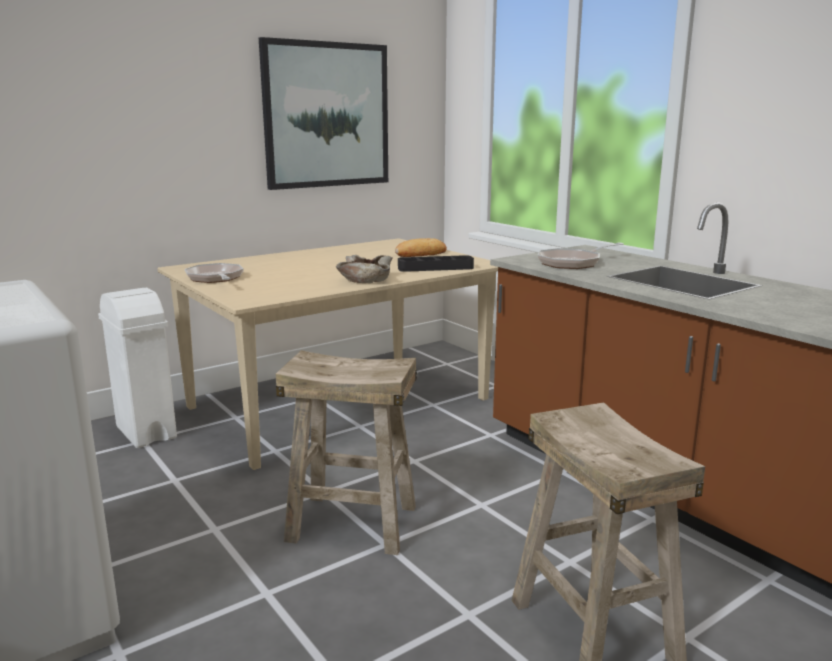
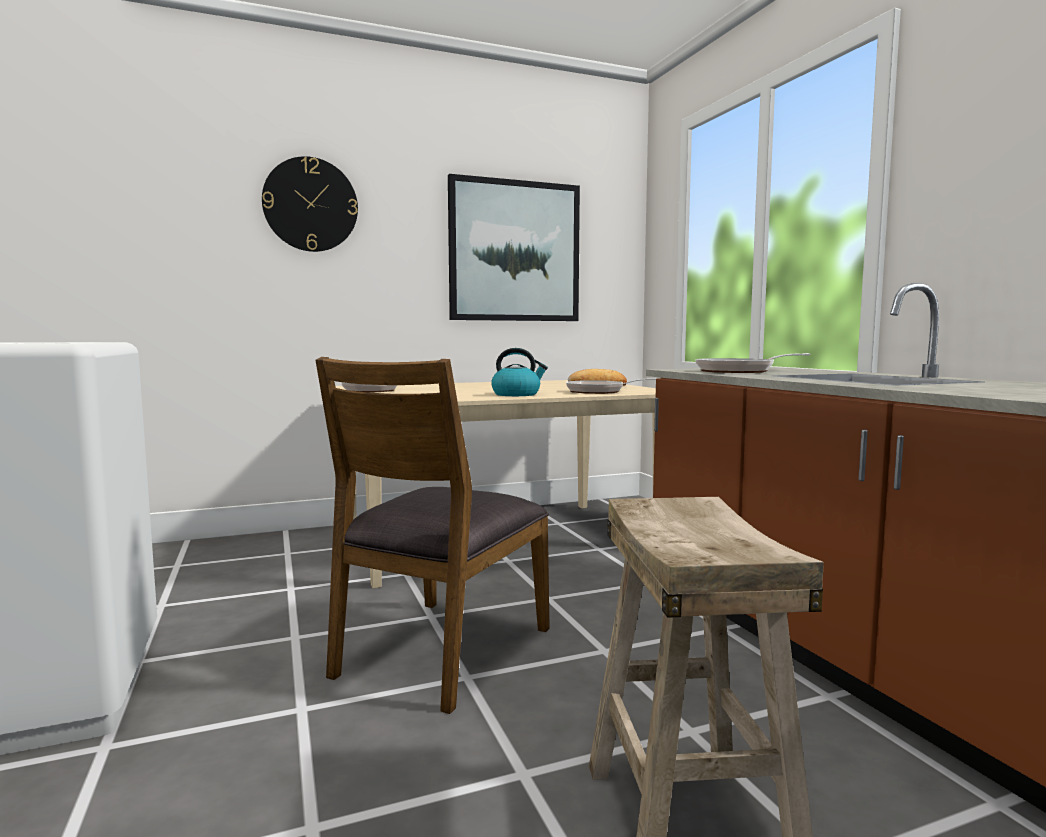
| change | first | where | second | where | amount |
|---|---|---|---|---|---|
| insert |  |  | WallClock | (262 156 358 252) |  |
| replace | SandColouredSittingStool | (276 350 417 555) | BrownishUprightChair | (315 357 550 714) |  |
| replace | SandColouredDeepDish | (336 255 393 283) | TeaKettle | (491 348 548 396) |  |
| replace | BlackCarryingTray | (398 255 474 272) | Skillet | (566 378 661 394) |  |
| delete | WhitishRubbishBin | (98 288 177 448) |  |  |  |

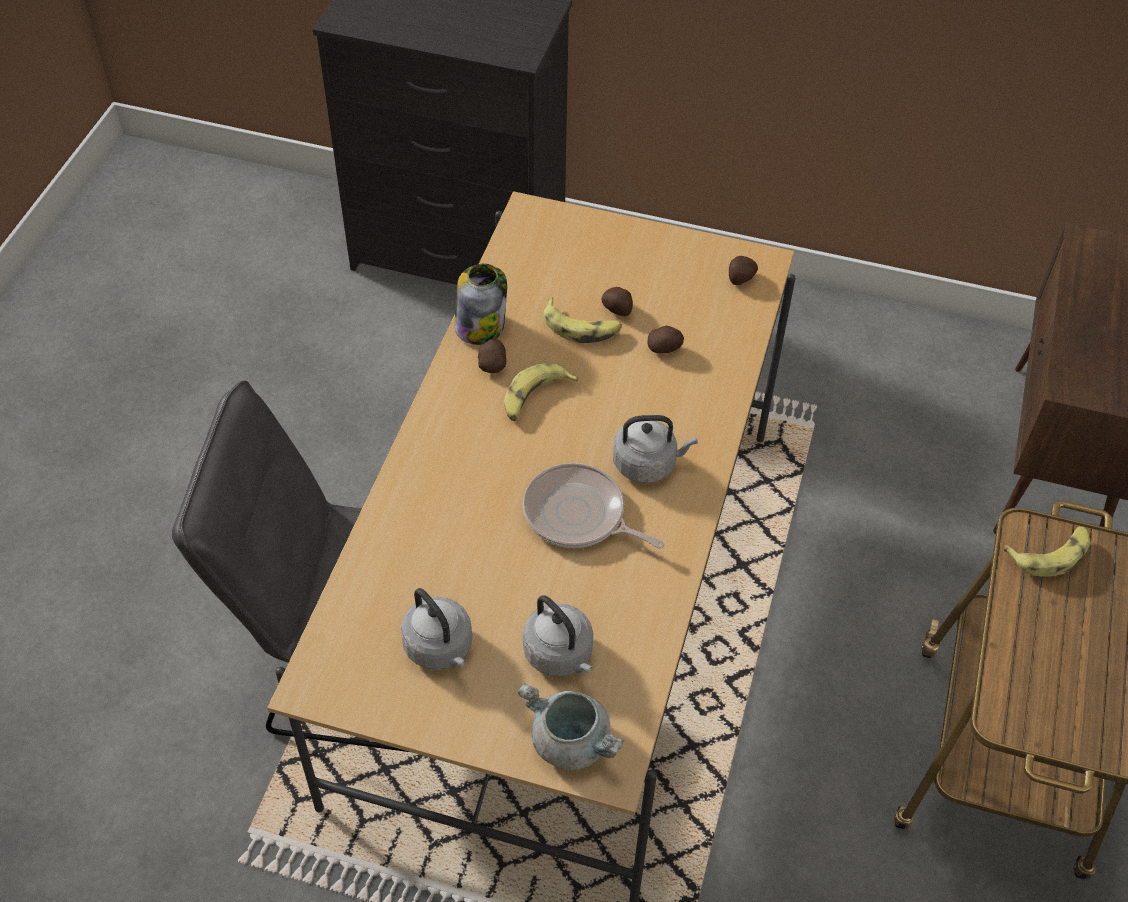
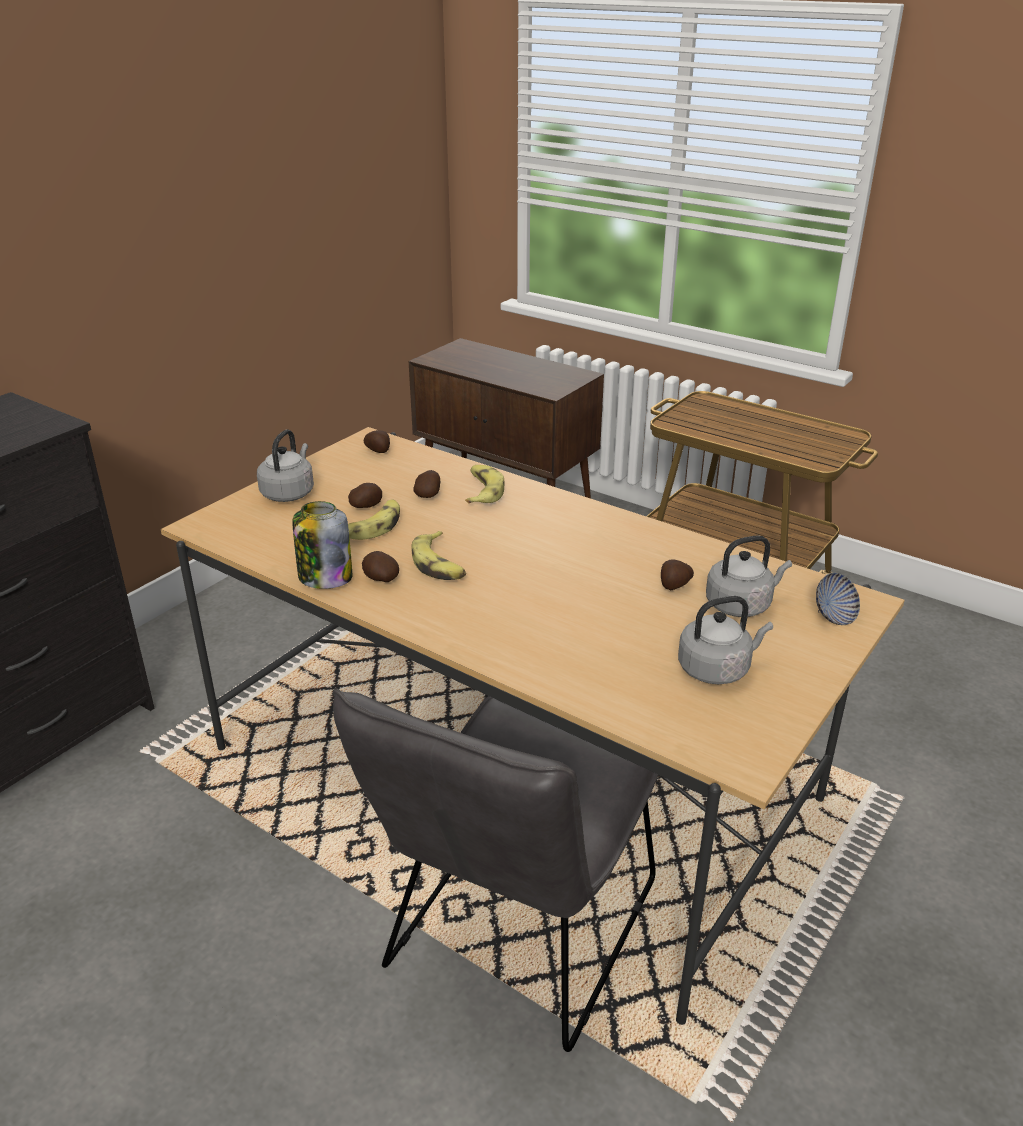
| change | first | where | second | where | amount |
|---|---|---|---|---|---|
| move | GrayTeaKettle | (613 415 698 483) |  | (257 429 314 502) |  |
| move | Banana | (1004 526 1090 577) |  | (465 465 504 504) |  |
| insert |  |  | Spud | (661 559 694 590) |  |
| replace | GrayCookingPot | (518 683 624 770) | DeepDish | (816 573 860 625) |  |
| delete | Skillet | (523 463 665 549) |  |  |  |

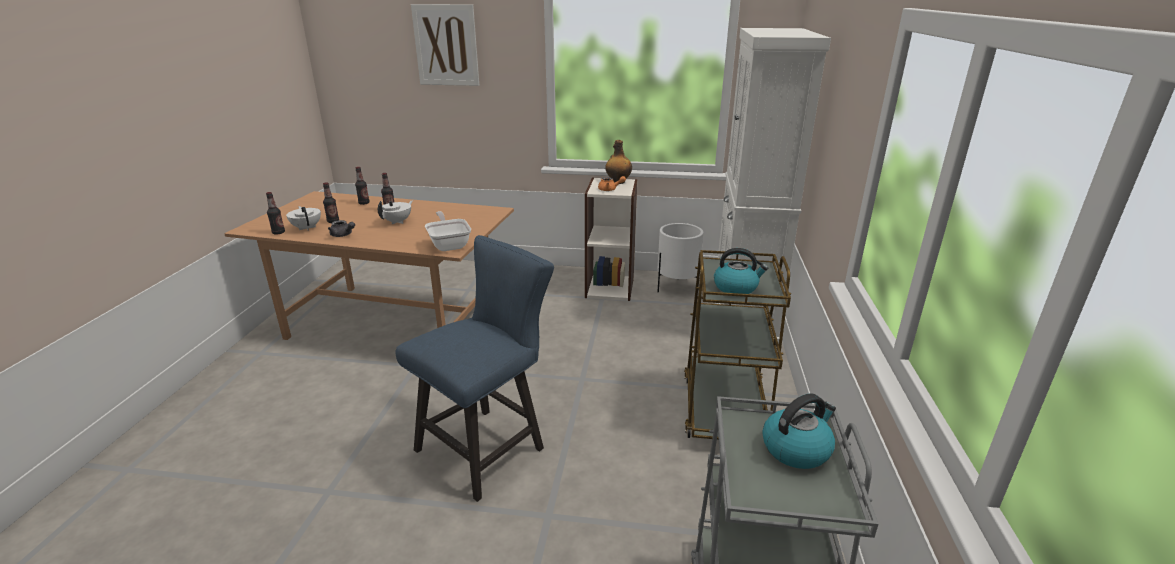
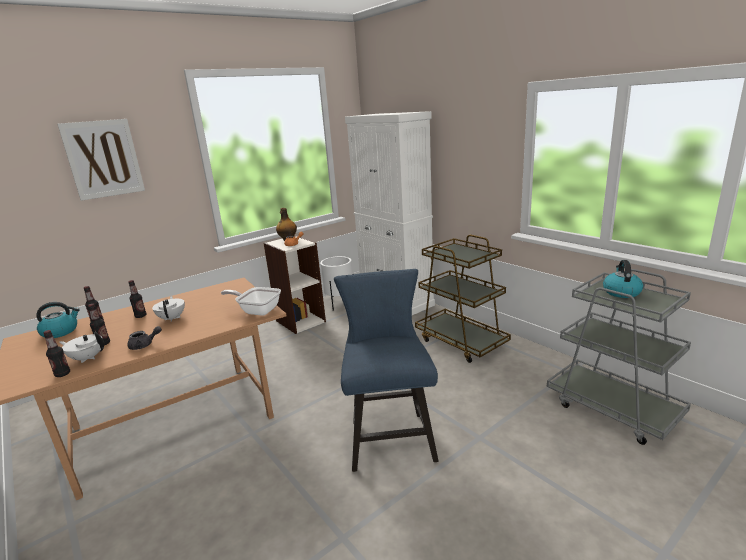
| change | first | where | second | where | amount |
|---|---|---|---|---|---|
| move | TeaKettle | (714 248 768 294) |  | (36 302 80 338) |  |

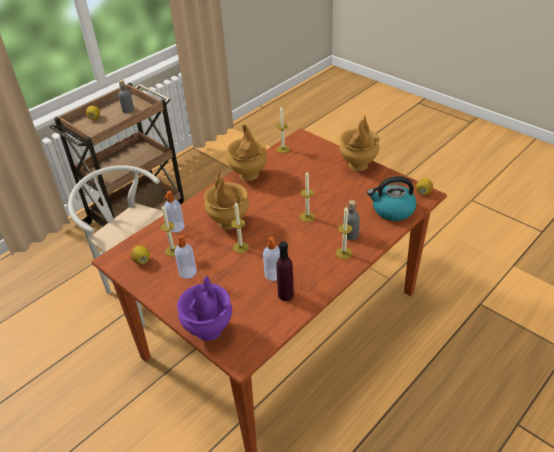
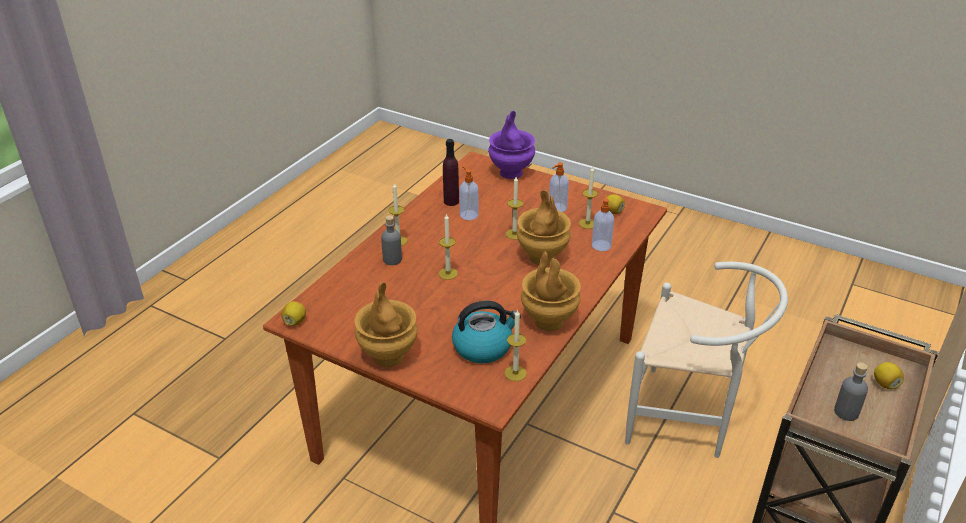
| change | first | where | second | where | amount |
|---|---|---|---|---|---|
| move | TeaKettle | (367 176 416 221) |  | (452 301 521 363) |  |

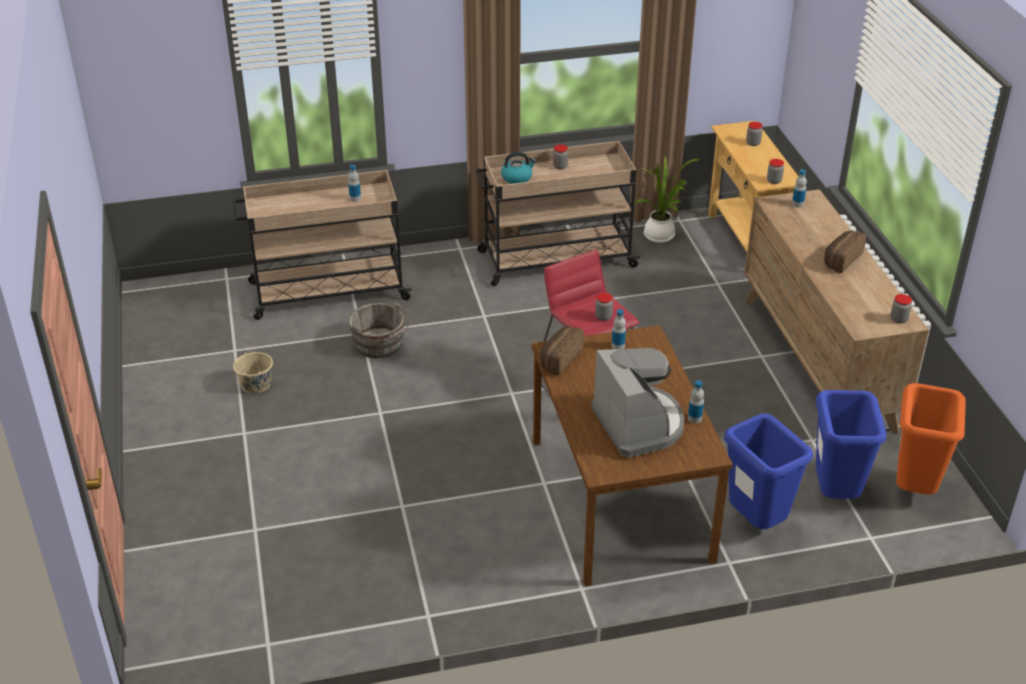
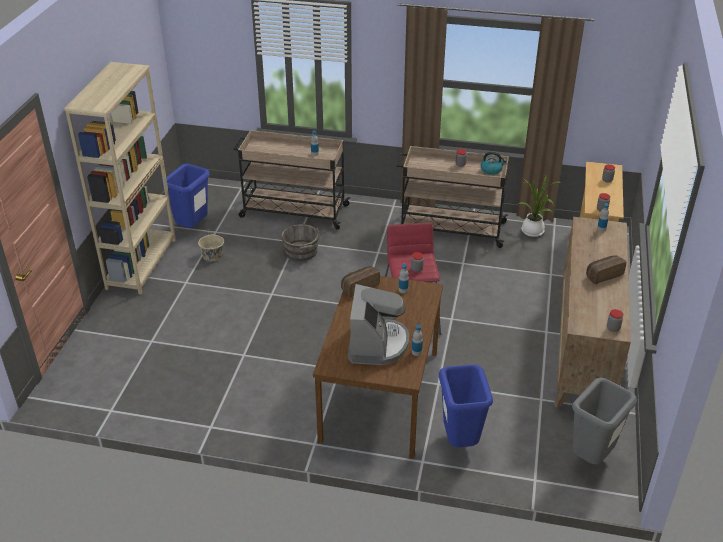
| change | first | where | second | where | amount |
|---|---|---|---|---|---|
| insert |  |  | SandColouredShelvingUnit | (64 62 176 295) |  |
| move | BlueColouredRubbishBin | (816 390 886 499) |  | (162 164 210 228) |  |
| move | TeaKettle | (501 152 536 184) |  | (481 152 507 175) |  |
| recolor | OrangeyRubbishBin | (896 383 966 495) | GrayRubbishBin | (572 378 637 465) |  |

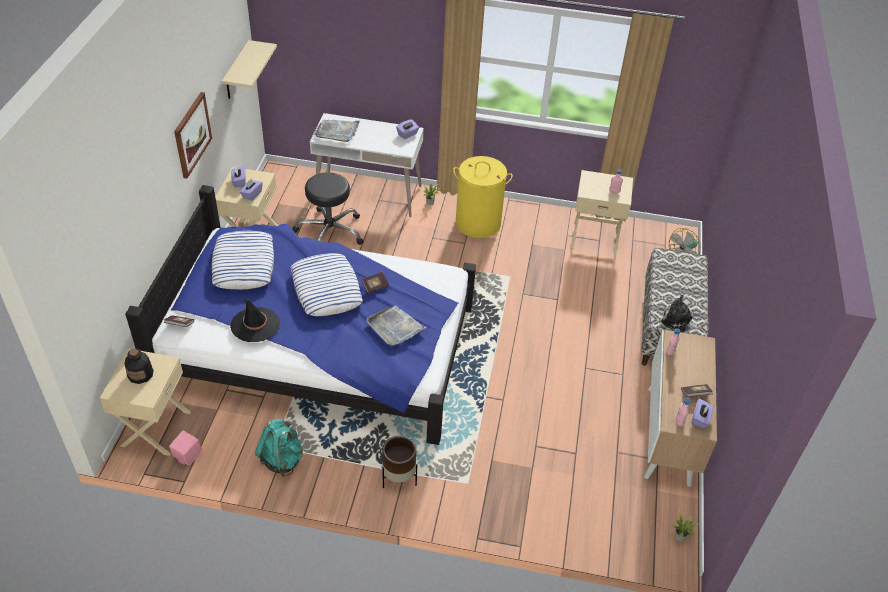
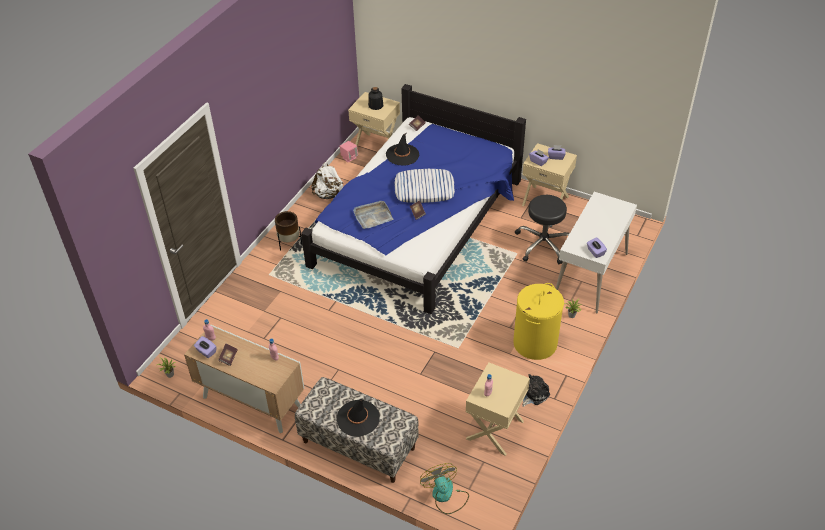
| change | first | where | second | where | amount |
|---|---|---|---|---|---|
| recolor | TurquoiseColouredBackpack | (255 419 303 477) | WhitishBackpack | (311 162 343 199) |  |
| insert |  |  | BlackHat | (337 399 380 437) |  |
| move | CuddlyToy | (661 294 701 332) |  | (522 374 550 407) |  |
| delete | Picture | (174 92 212 179) |  |  |  |
| delete | Cushion | (212 231 274 289) |  |  |  |
| delete | SandColouredWallShelf | (222 40 277 99) |  |  |  |
| delete | GrayCarryingTray | (314 120 360 142) |  |  |  |

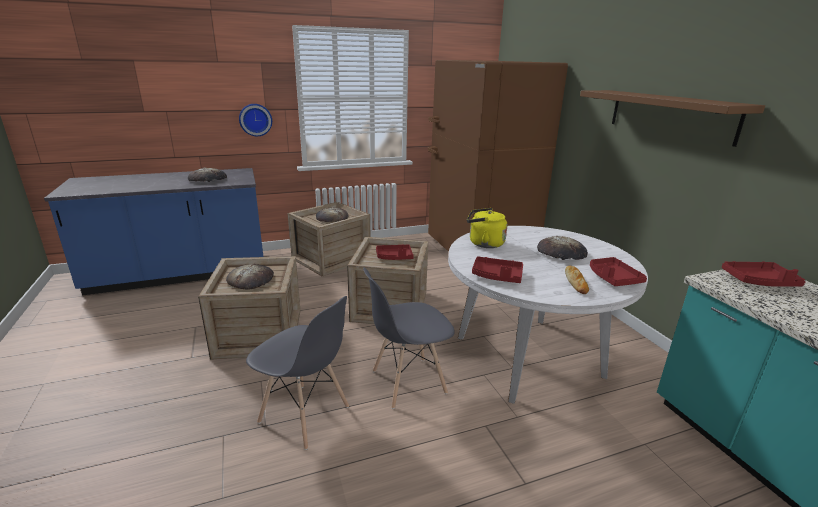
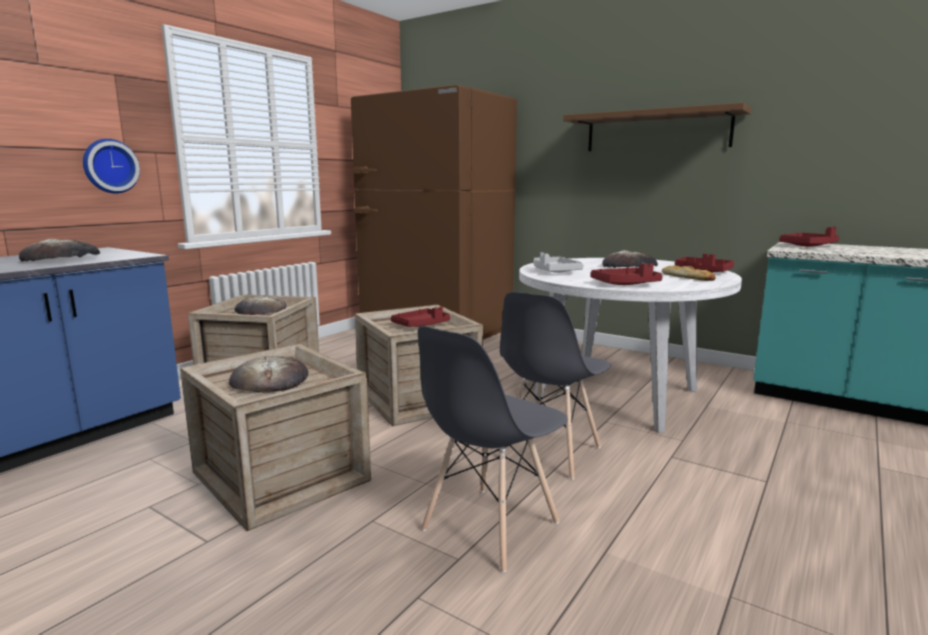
| change | first | where | second | where | amount |
|---|---|---|---|---|---|
| rotate | GrayUprightChair | (246 296 349 450) |  | (418 326 568 573) | 135 degrees clockwise |
| replace | YellowColouredTeaKettle | (467 208 507 248) | GrayCarryingTray | (534 252 583 273) |  |

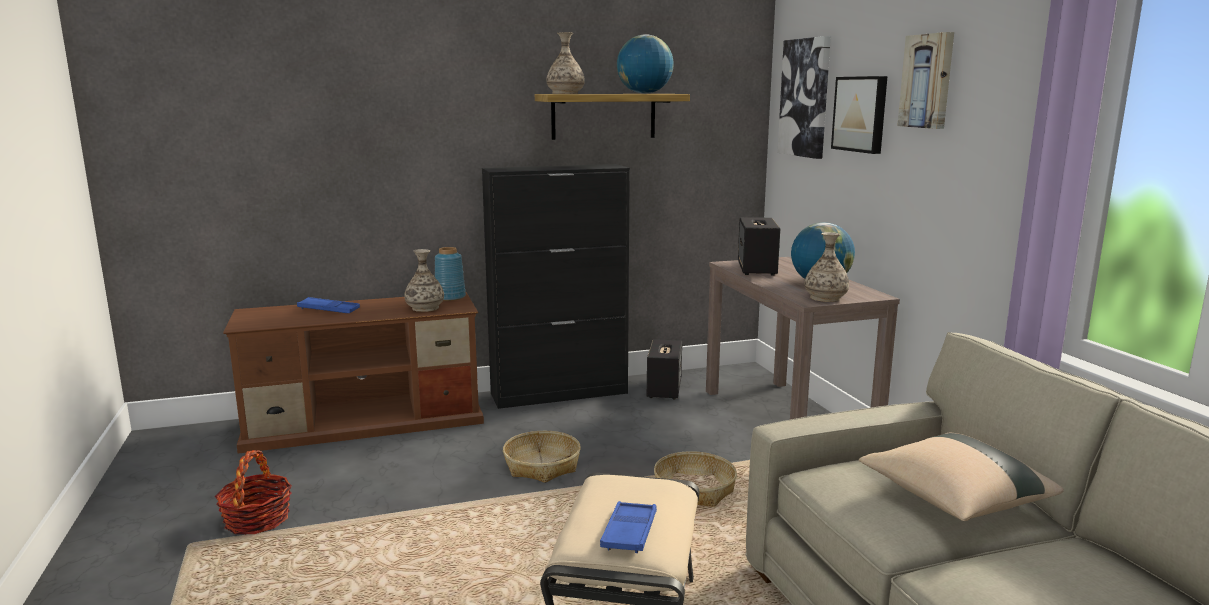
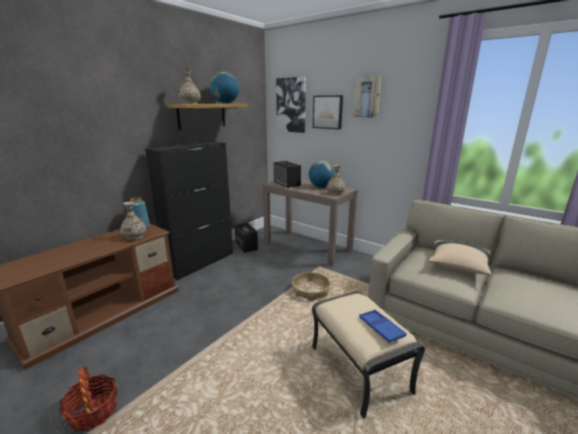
| change | first | where | second | where | amount |
|---|---|---|---|---|---|
| delete | BlueColouredCarryingTray | (297 297 360 313) |  |  |  |
| delete | HouseholdBasket | (503 431 581 483) |  |  |  |

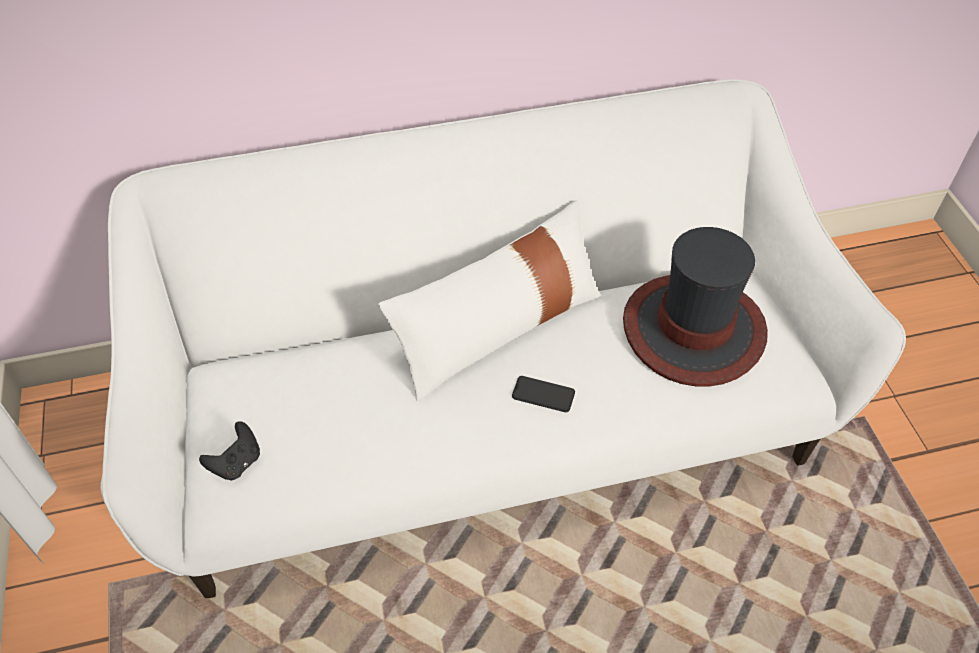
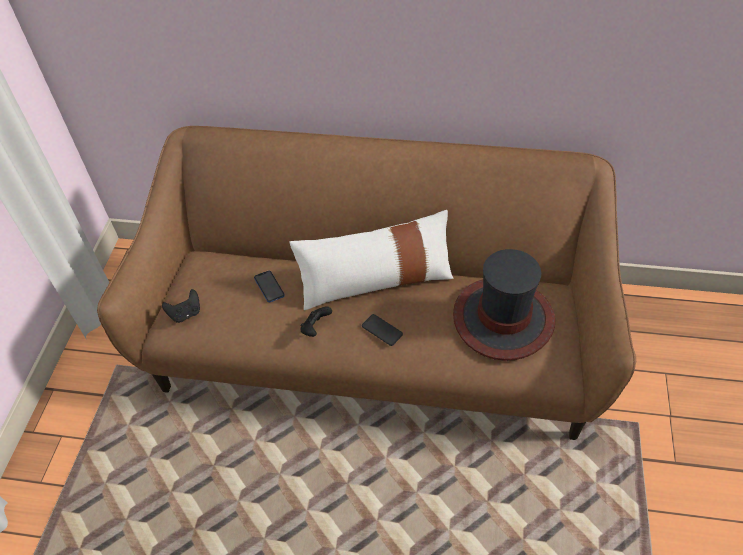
| change | first | where | second | where | amount |
|---|---|---|---|---|---|
| recolor | WhitishSettee | (101 79 906 598) | BrownishSettee | (97 126 636 440) |  |
| insert |  |  | Handset | (254 271 285 302) |  |
| insert |  |  | BlackGameController | (300 307 332 337) |  |

